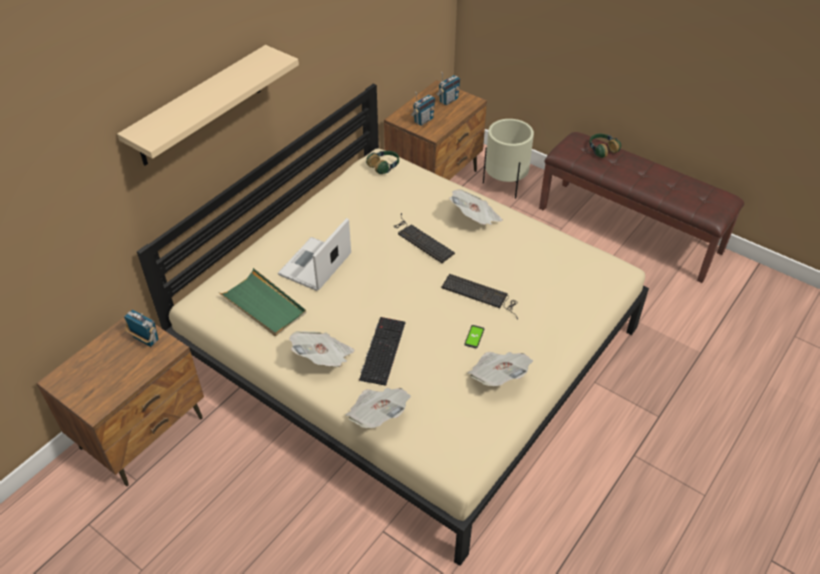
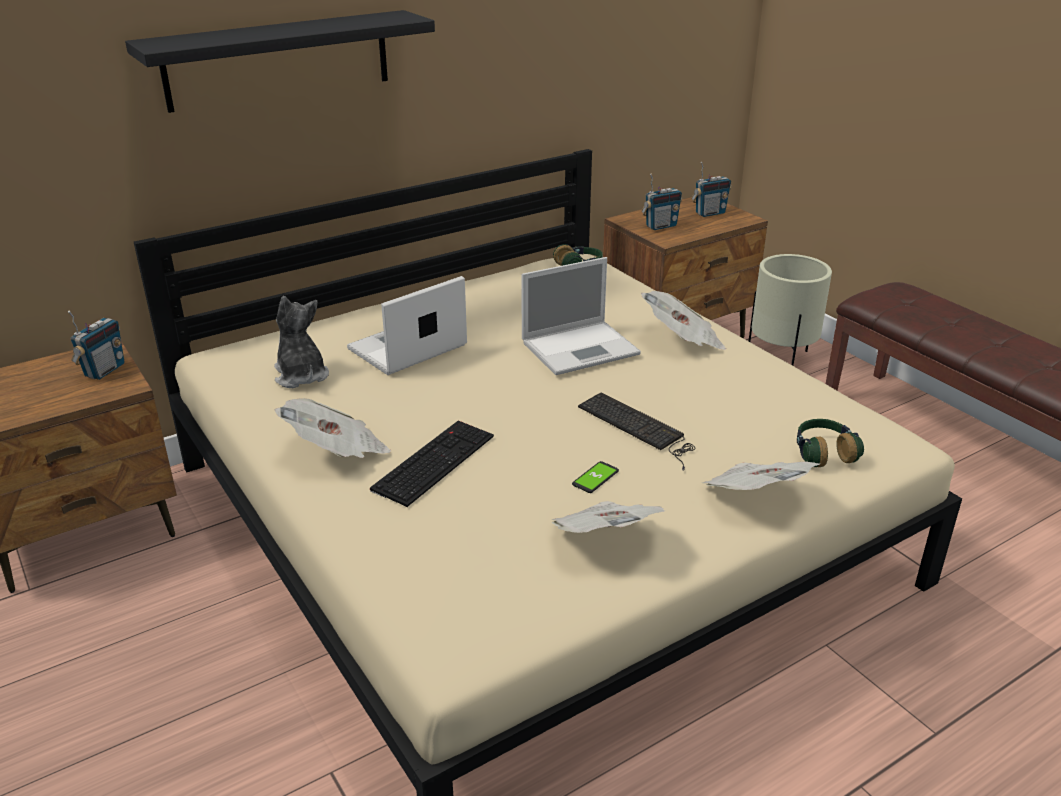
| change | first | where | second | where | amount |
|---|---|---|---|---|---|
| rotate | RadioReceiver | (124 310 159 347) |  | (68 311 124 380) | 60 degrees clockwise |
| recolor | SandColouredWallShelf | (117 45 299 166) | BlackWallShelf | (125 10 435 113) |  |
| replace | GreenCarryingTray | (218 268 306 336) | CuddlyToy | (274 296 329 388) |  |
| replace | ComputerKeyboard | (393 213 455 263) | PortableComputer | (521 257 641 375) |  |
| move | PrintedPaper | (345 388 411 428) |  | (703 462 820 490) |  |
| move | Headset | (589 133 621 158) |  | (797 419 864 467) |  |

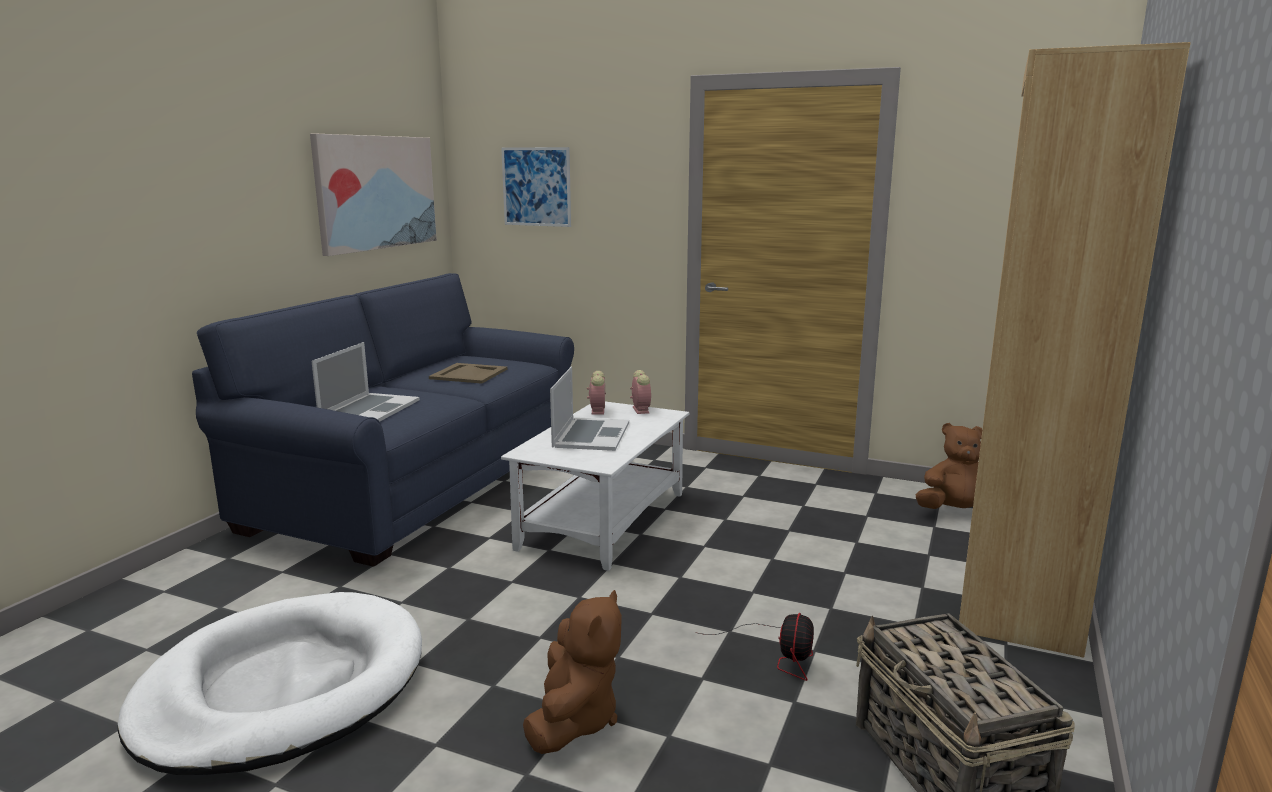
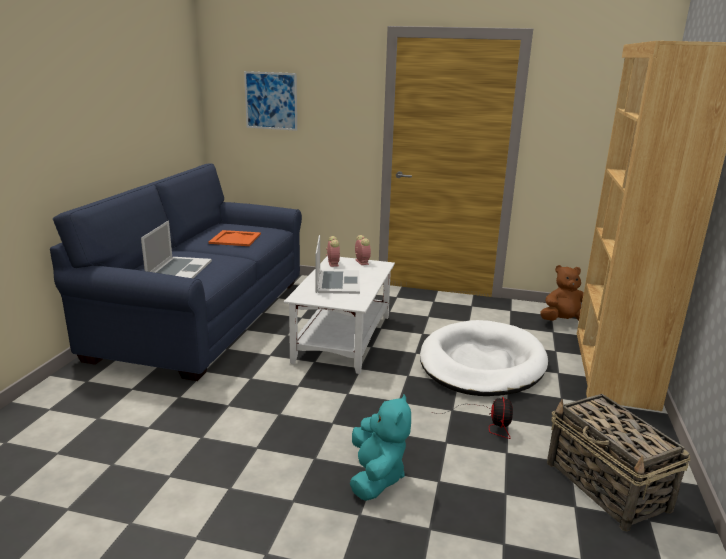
| change | first | where | second | where | amount |
|---|---|---|---|---|---|
| recolor | SandColouredCarryingTray | (429 363 507 384) | OrangeyCarryingTray | (208 230 261 246) |  |
| recolor | BrownishCuddlyToy | (523 590 622 754) | TurquoiseColouredCuddlyToy | (350 394 411 501) |  |
| move | WhitishPetBed | (118 592 422 775) |  | (420 320 548 396) |  |
| delete | Picture | (310 134 437 256) |  |  |  |

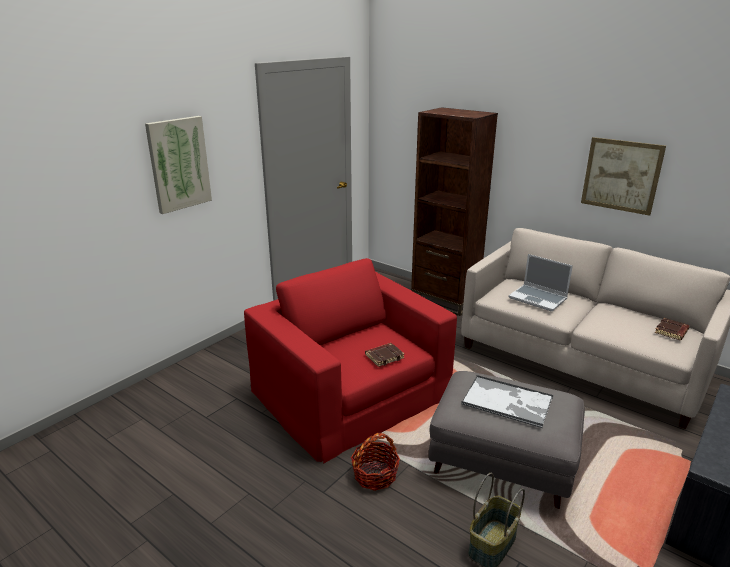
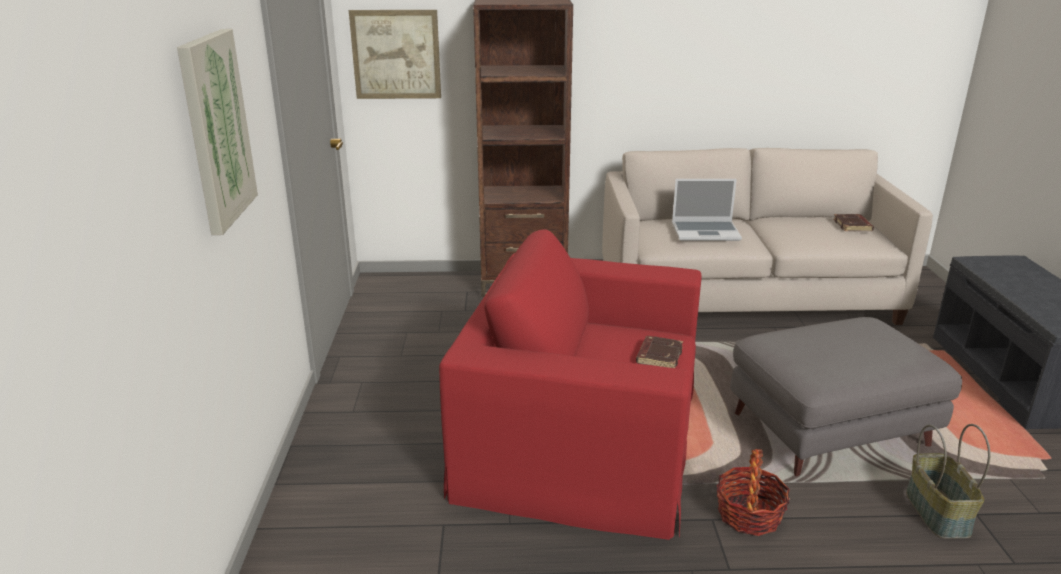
| change | first | where | second | where | amount |
|---|---|---|---|---|---|
| move | Picture | (581 137 666 216) |  | (349 10 441 99) |  |
| delete | CarryingTray | (461 375 553 428) |  |  |  |

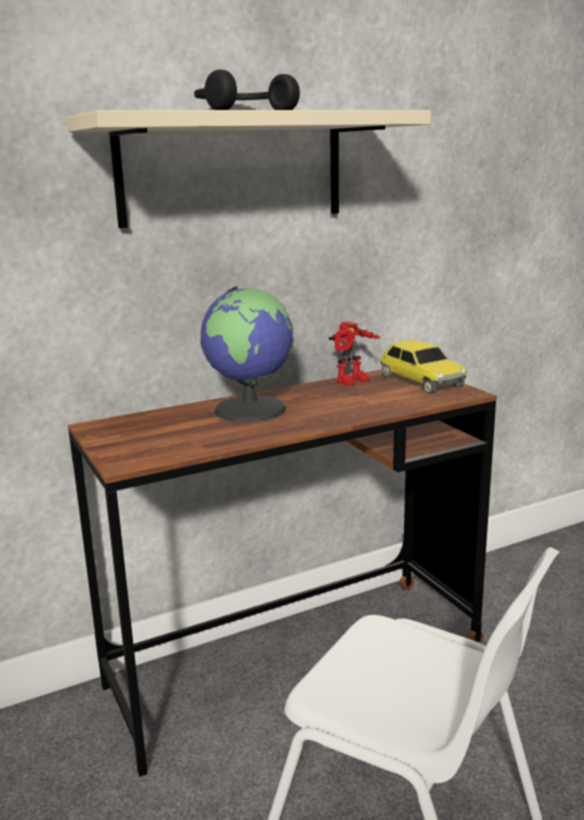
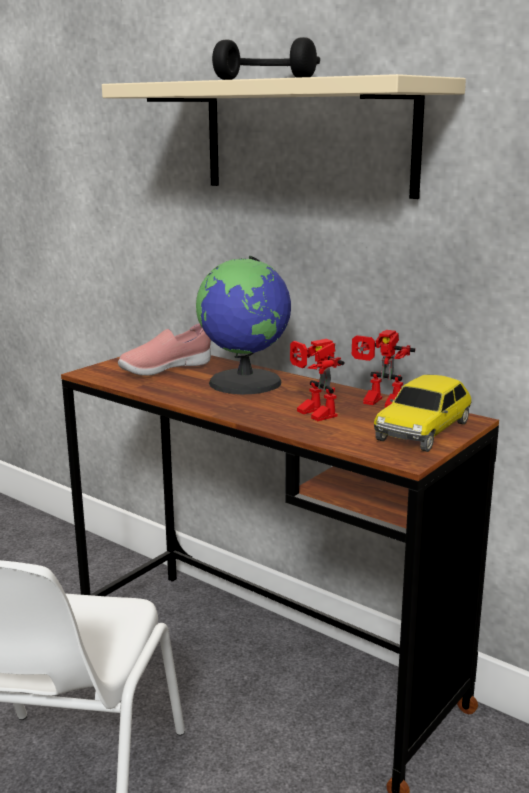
| change | first | where | second | where | amount |
|---|---|---|---|---|---|
| insert |  |  | PinkColouredShoe | (118 323 211 376) |  |
| insert |  |  | ToyRobot | (290 339 344 421) |  |

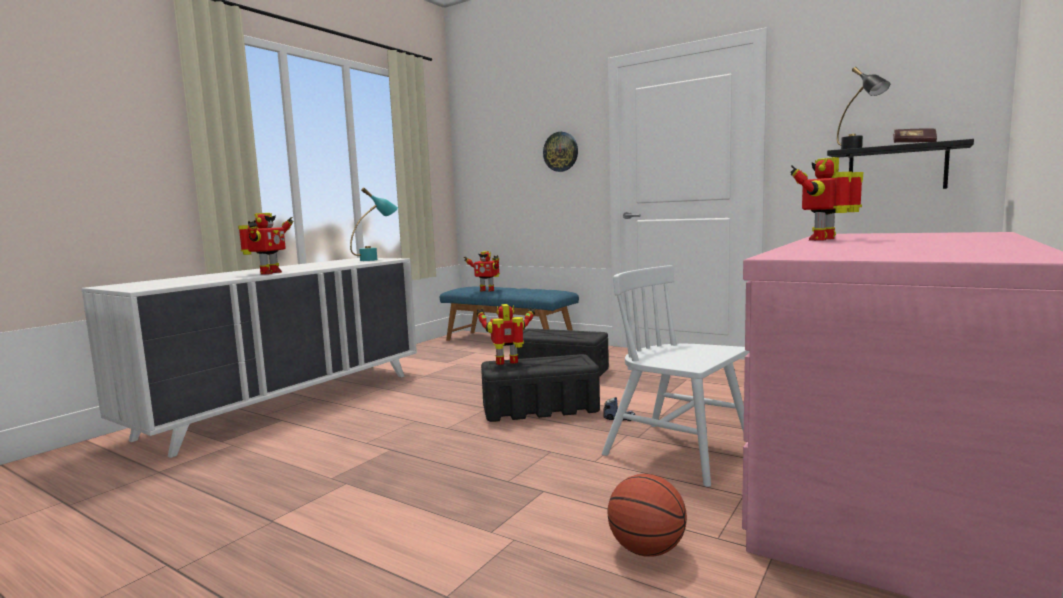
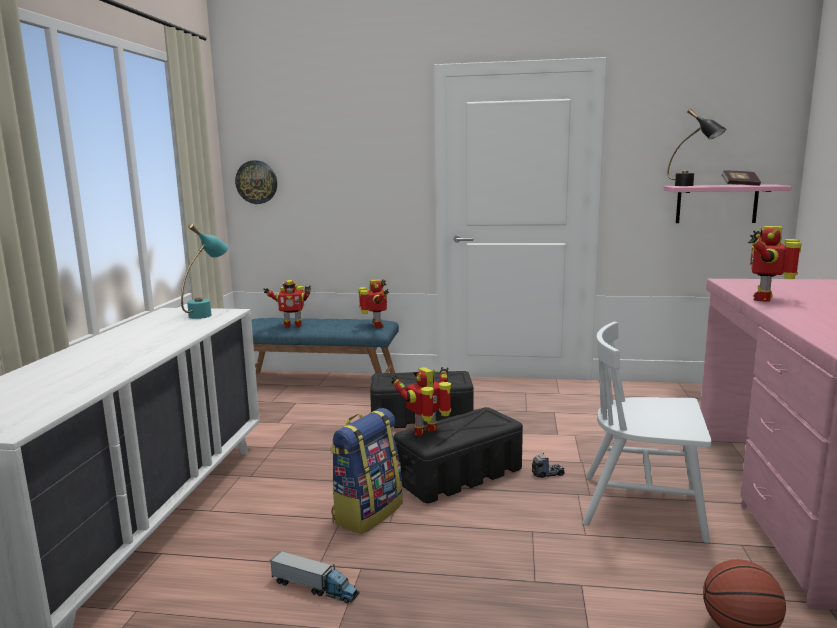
| change | first | where | second | where | amount |
|---|---|---|---|---|---|
| move | WallClock | (543 132 578 172) |  | (235 160 277 204) |  |
| insert |  |  | ModelTruck | (270 551 360 603) |  |
| insert |  |  | Backpack | (330 408 402 534) |  |
| move | ToyRobot | (238 213 294 275) |  | (358 279 389 328) |  |
| recolor | BlackWallShelf | (827 139 974 189) | PinkColouredWallShelf | (664 184 792 223) |  |

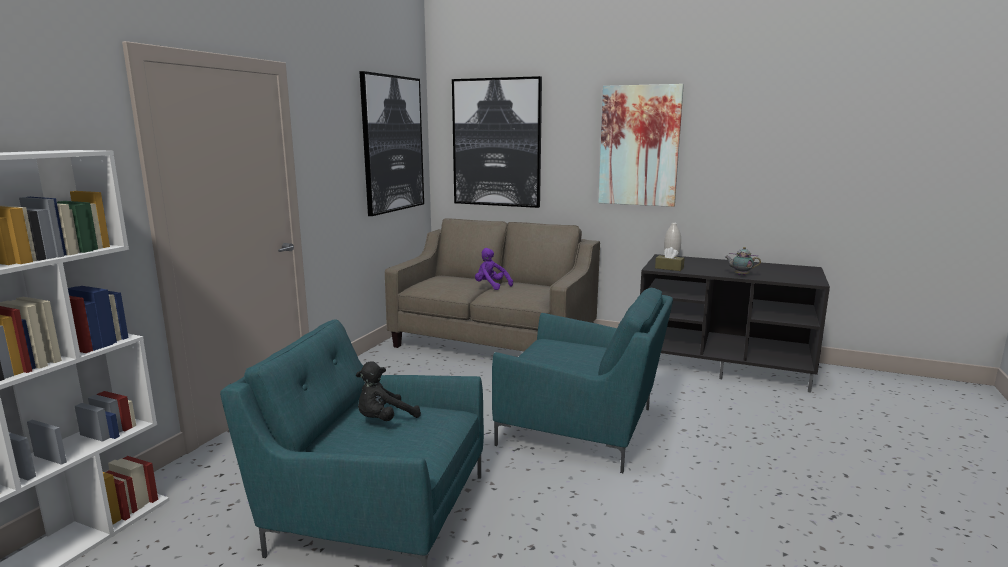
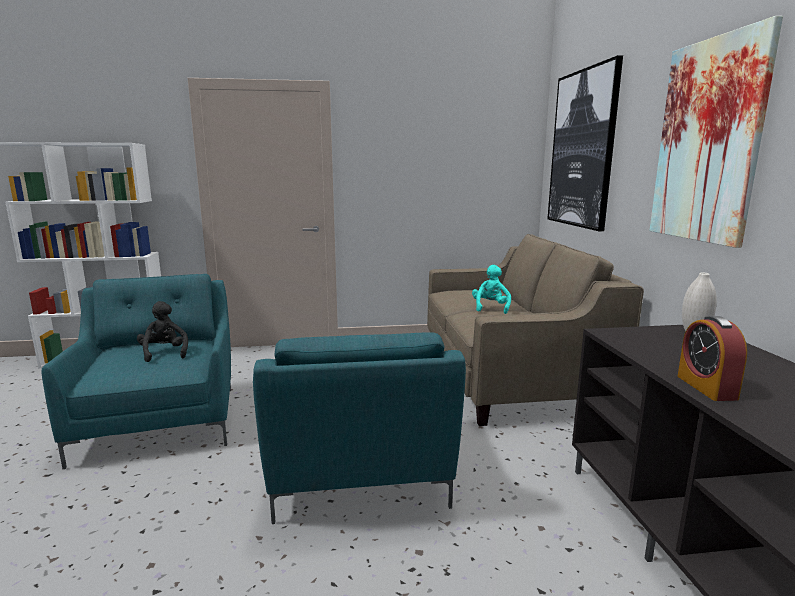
| change | first | where | second | where | amount |
|---|---|---|---|---|---|
| rotate | BlackCuddlyToy | (356 362 421 421) |  | (137 301 188 362) | 45 degrees clockwise |
| recolor | PurpleCuddlyToy | (475 248 513 290) | TurquoiseColouredCuddlyToy | (472 265 511 314) |  |
| replace | Teapot | (725 247 761 276) | BedsideClock | (678 316 747 401) |  |
| delete | Picture | (359 71 424 216) |  |  |  |
| delete | BrownishBoxOfTissues | (655 247 685 271) |  |  |  |

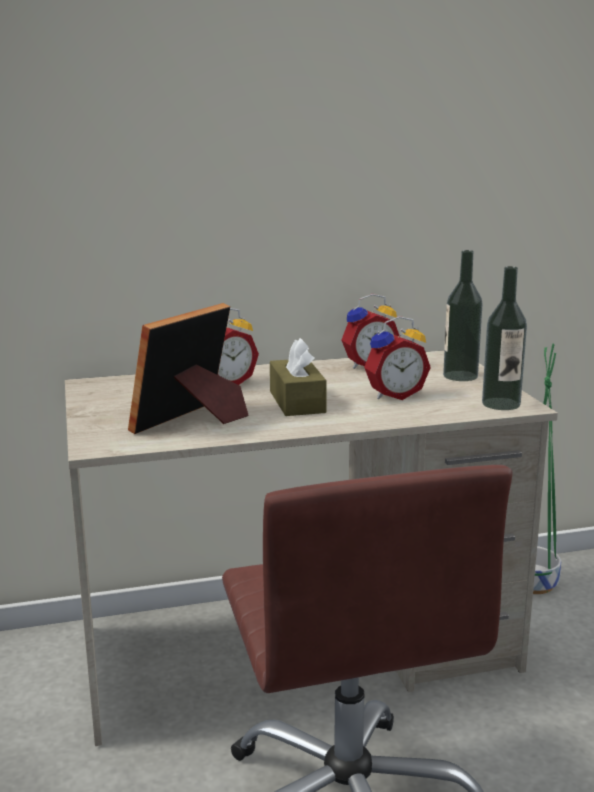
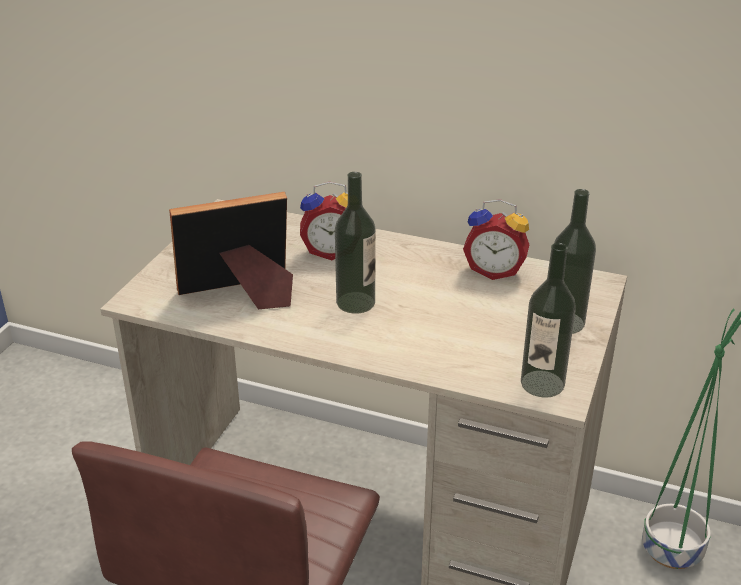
| change | first | where | second | where | amount |
|---|---|---|---|---|---|
| replace | BrownishBoxOfTissues | (270 338 327 416) | BeverageBottle | (335 172 376 313) |  |
| delete | BedsideClock | (364 316 431 400) |  |  |  |

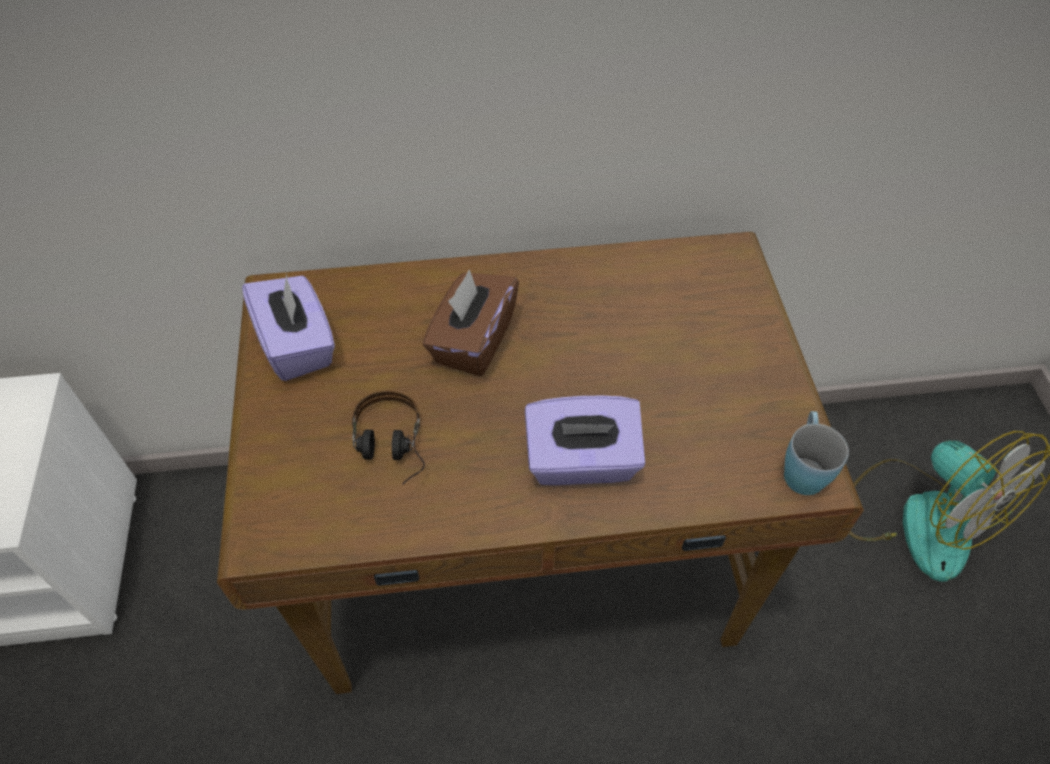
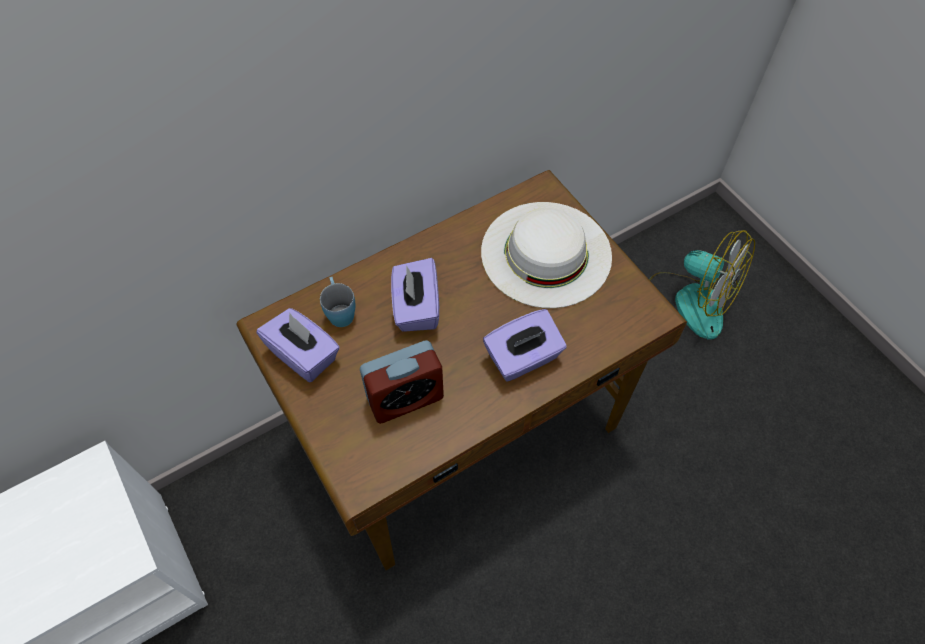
| change | first | where | second | where | amount |
|---|---|---|---|---|---|
| move | BlueColouredTeaMug | (784 411 849 495) |  | (320 277 356 327) |  |
| replace | Headset | (352 391 425 485) | BedsideClock | (360 340 444 424) |  |
| recolor | BrownishBoxOfTissues | (423 269 519 376) | PurpleBoxOfTissues | (391 258 439 332) |  |
| insert |  |  | WhitishHat | (481 202 612 308) |  |

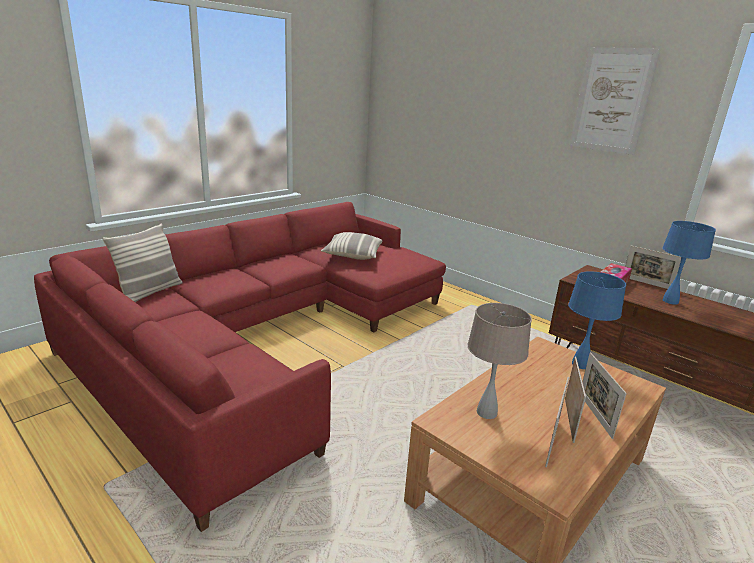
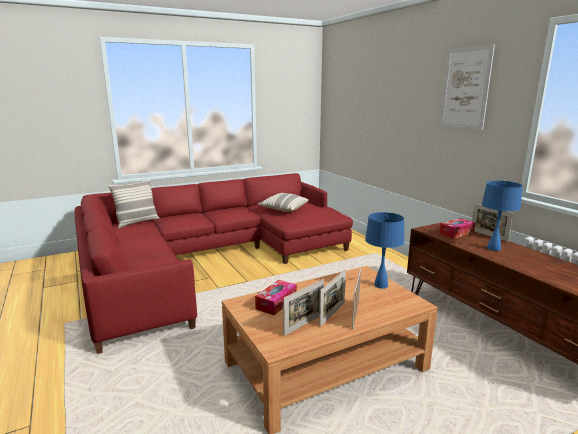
| change | first | where | second | where | amount |
|---|---|---|---|---|---|
| replace | SandColouredLampForATable | (468 303 532 419) | BoxOfTissues | (255 280 297 315) |  |

